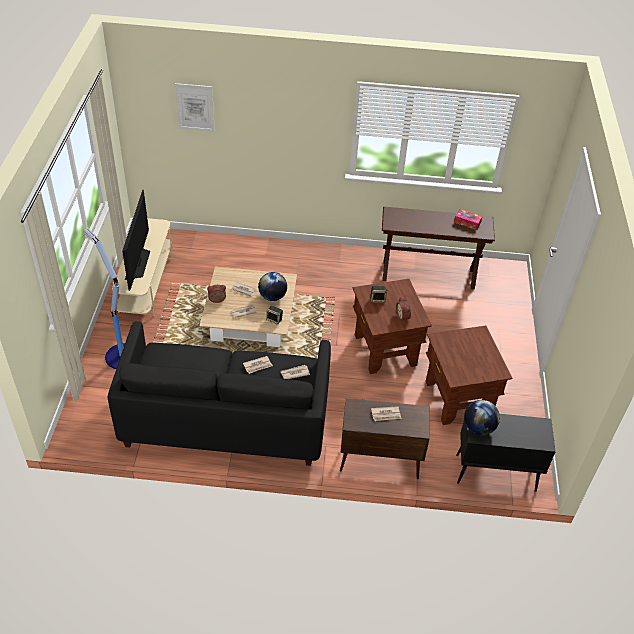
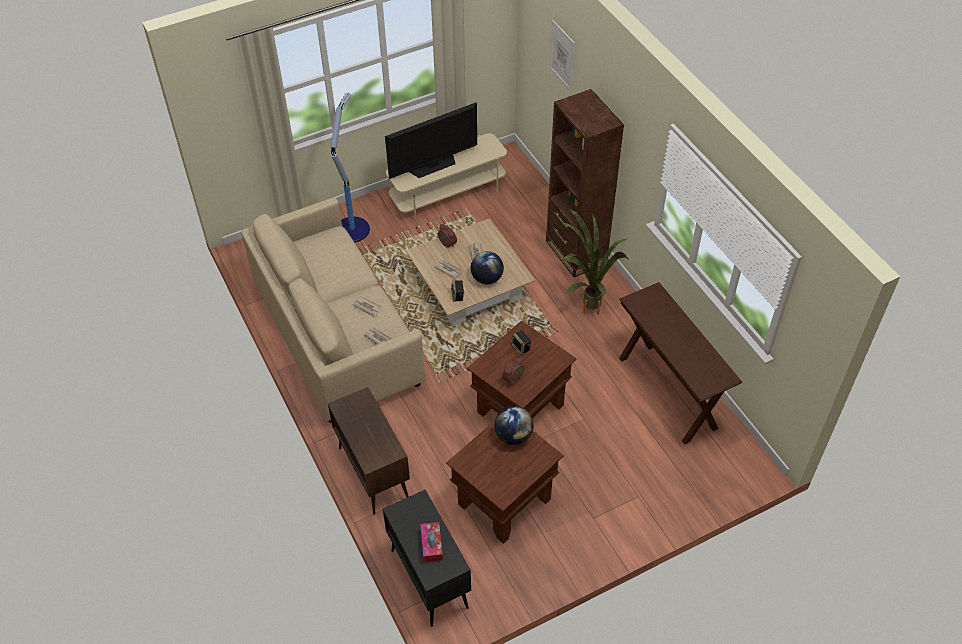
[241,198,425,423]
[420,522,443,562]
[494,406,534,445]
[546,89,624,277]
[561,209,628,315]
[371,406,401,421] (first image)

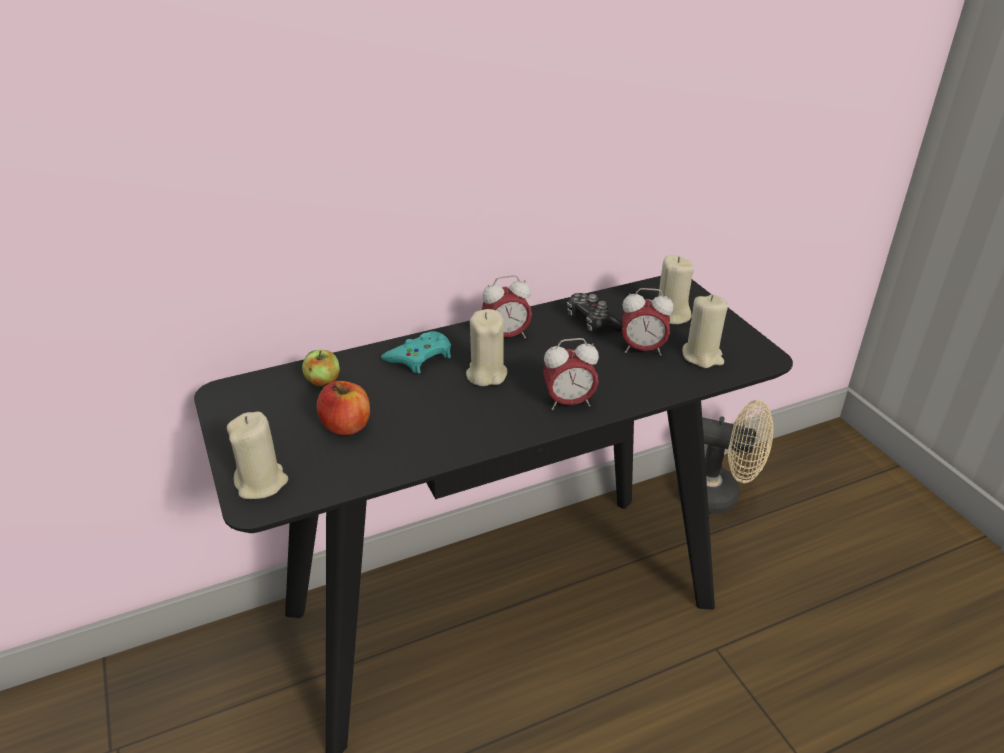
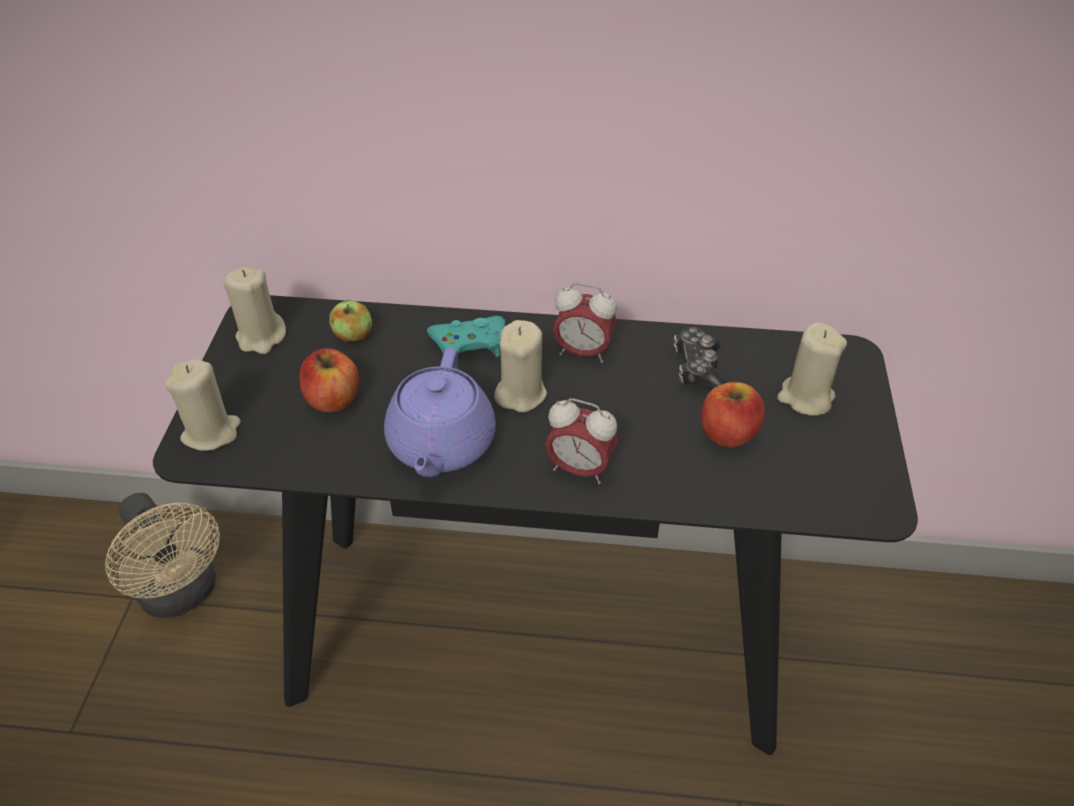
[105,493,220,618]
[224,266,286,354]
[384,348,496,477]
[701,382,765,447]

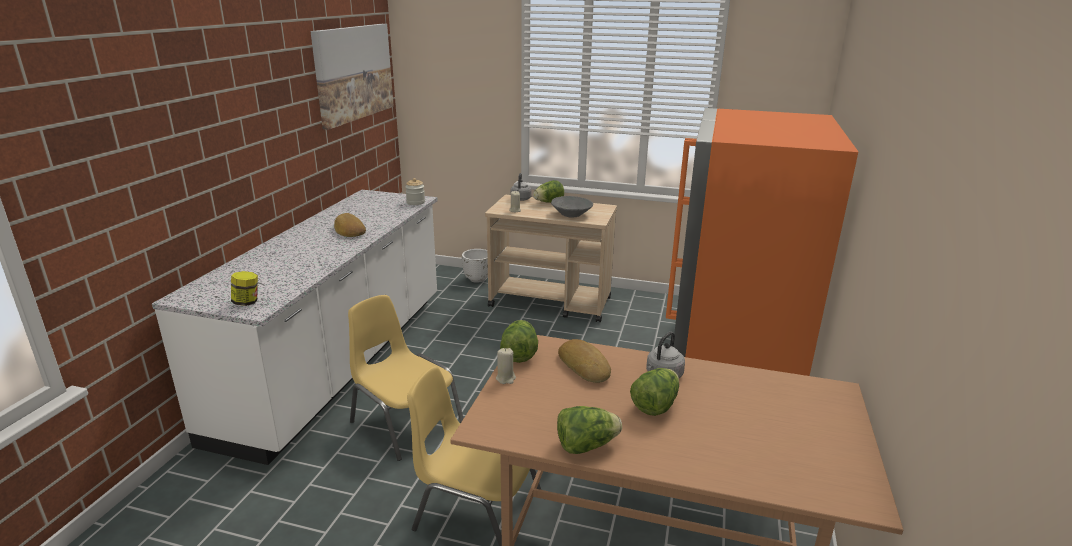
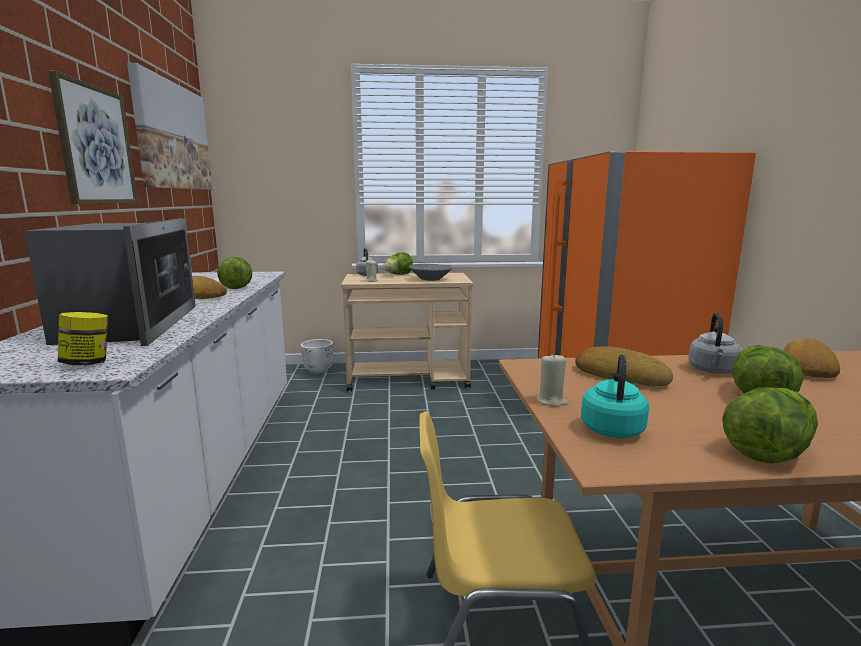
[24,218,196,346]
[48,71,138,204]
[217,257,252,289]
[581,354,649,438]
[783,338,840,378]
[348,295,464,461] (first image)
[405,178,425,205] (first image)

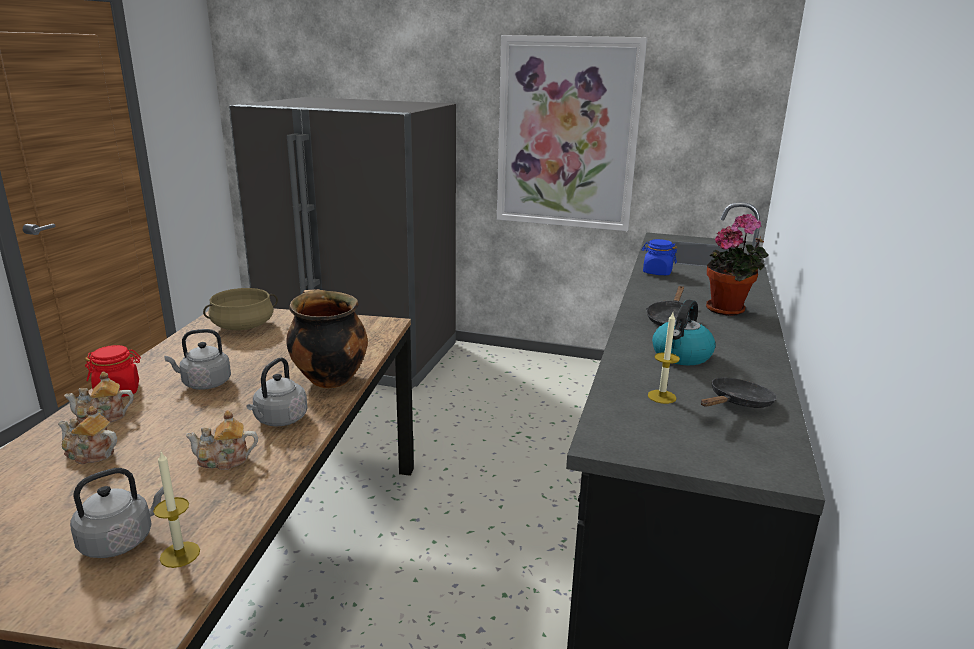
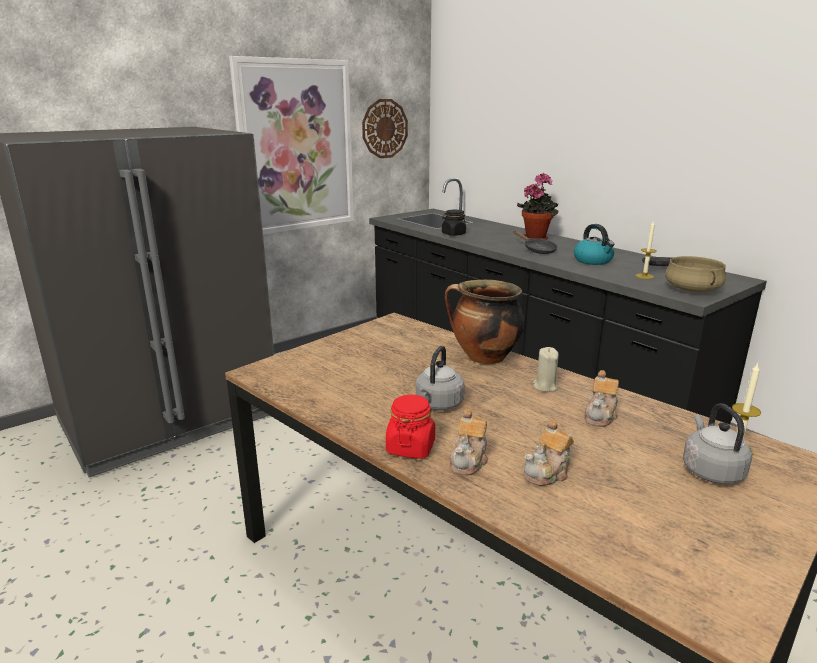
[362,99,408,158]
[442,210,466,236]
[533,347,559,392]
[665,256,726,293]

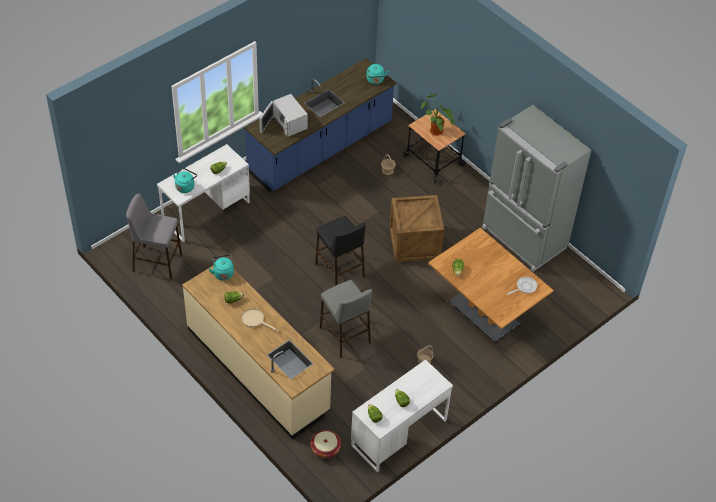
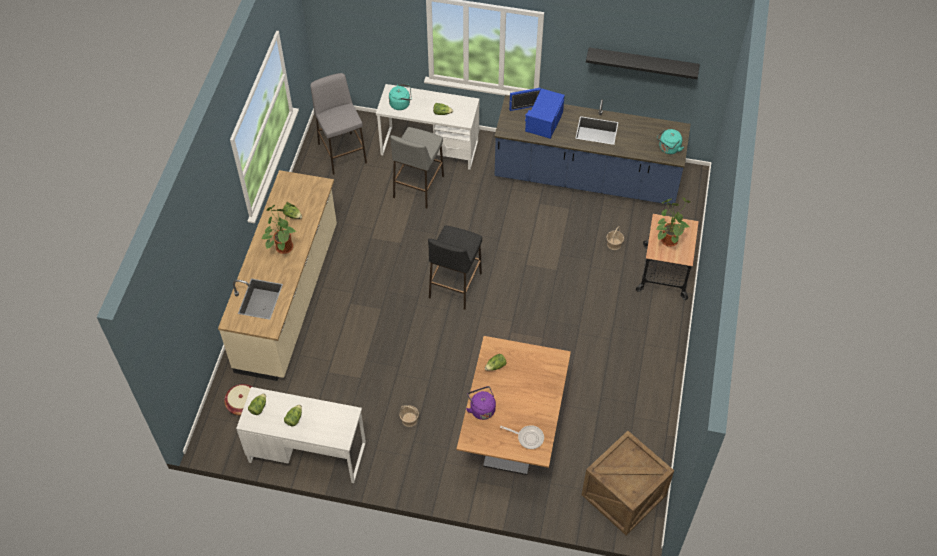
[261,202,296,254]
[390,127,444,208]
[466,386,496,420]
[509,88,565,139]
[582,431,674,535]
[586,47,700,79]
[209,254,234,281] (first image)
[482,105,591,272] (first image)

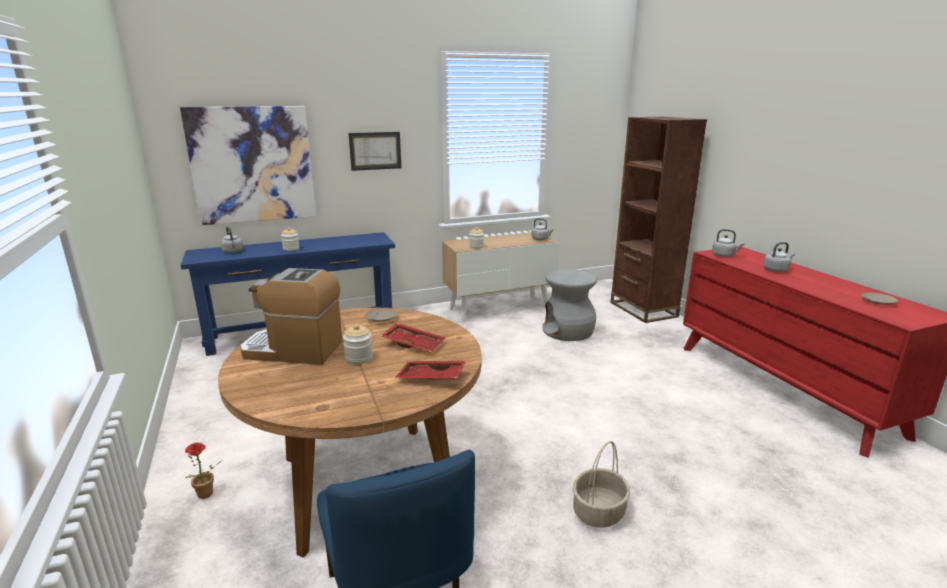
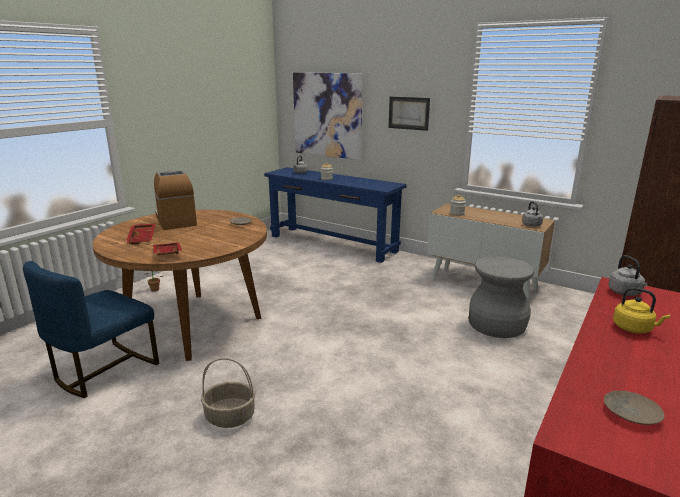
[126,223,156,245]
[613,287,670,334]
[343,324,373,364] (first image)

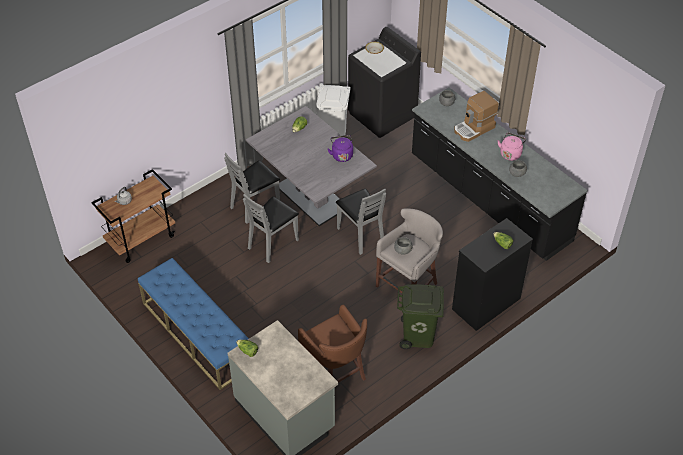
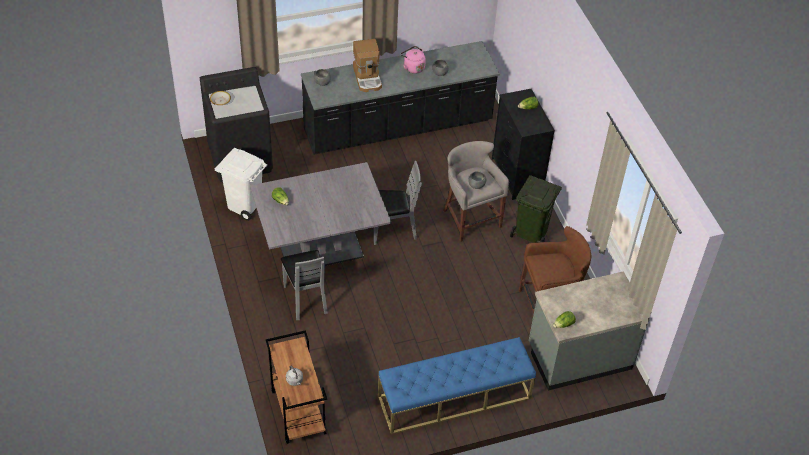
[243,194,299,263] (first image)
[328,135,353,162] (first image)

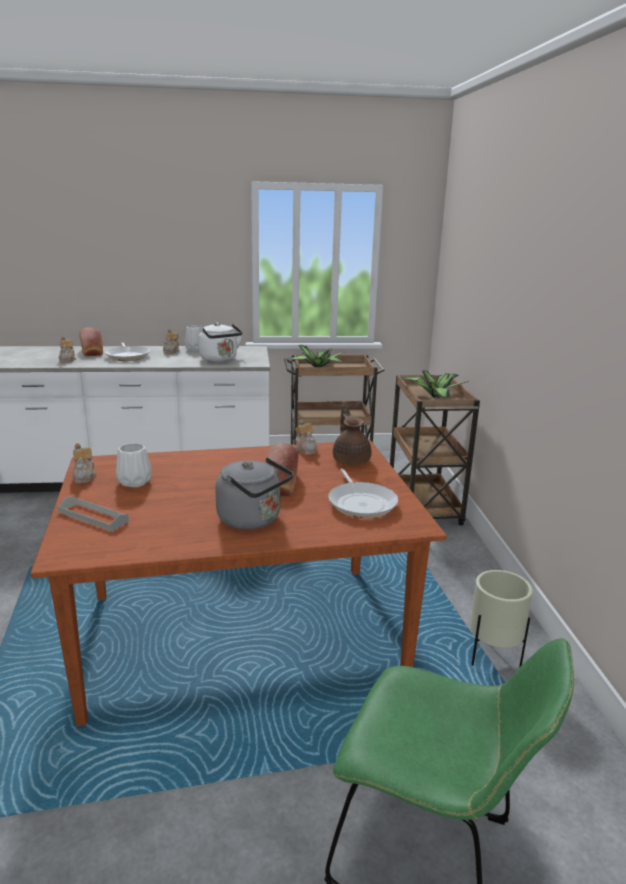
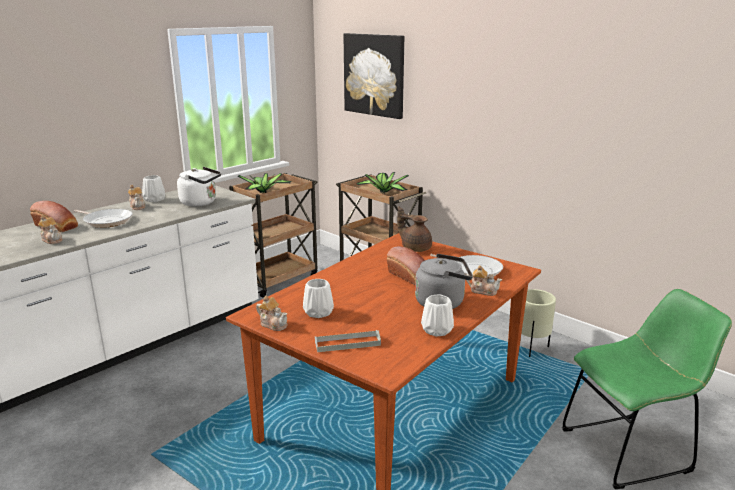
[344,33,404,119]
[421,294,454,336]
[466,265,502,296]

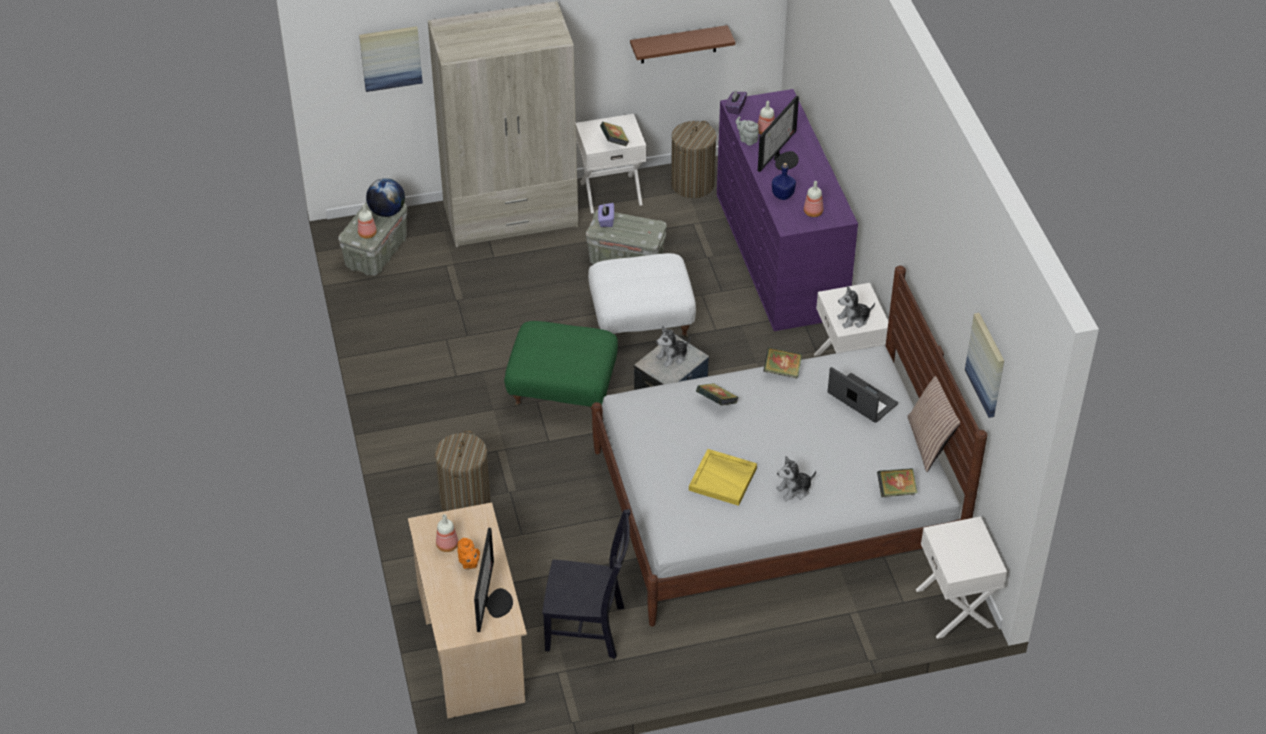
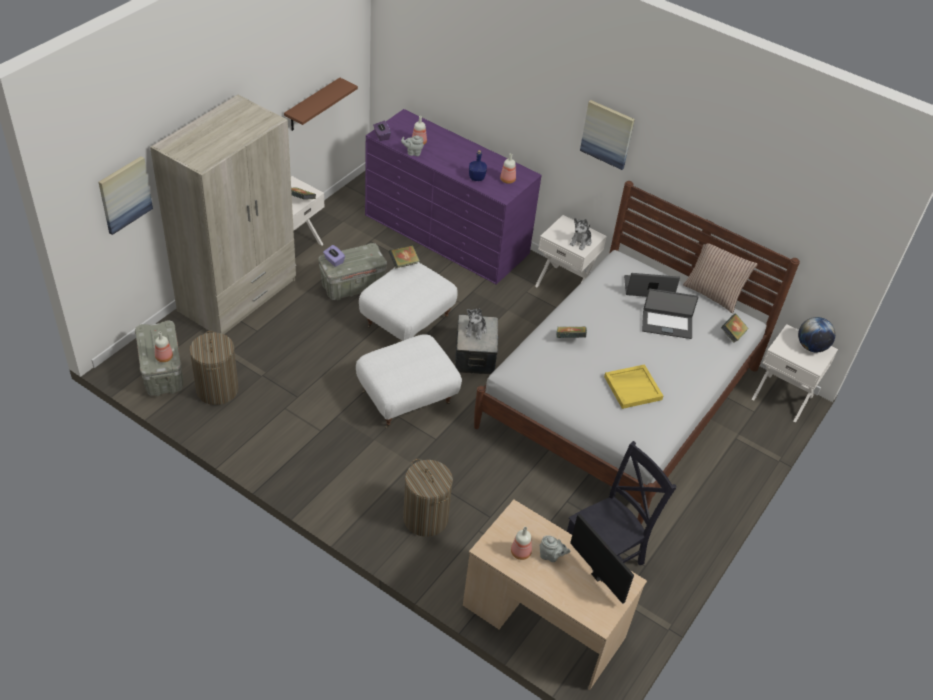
[189,331,238,405]
[356,334,462,428]
[389,245,420,268]
[540,535,570,562]
[580,100,635,170]
[642,288,699,339]
[798,317,835,352]
[758,96,799,172] (first image)
[776,456,816,501] (first image)

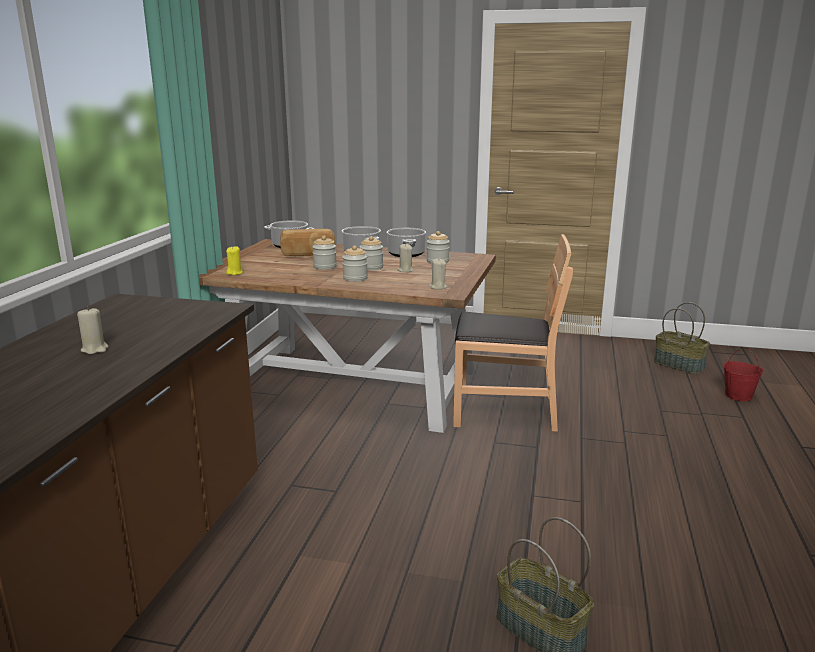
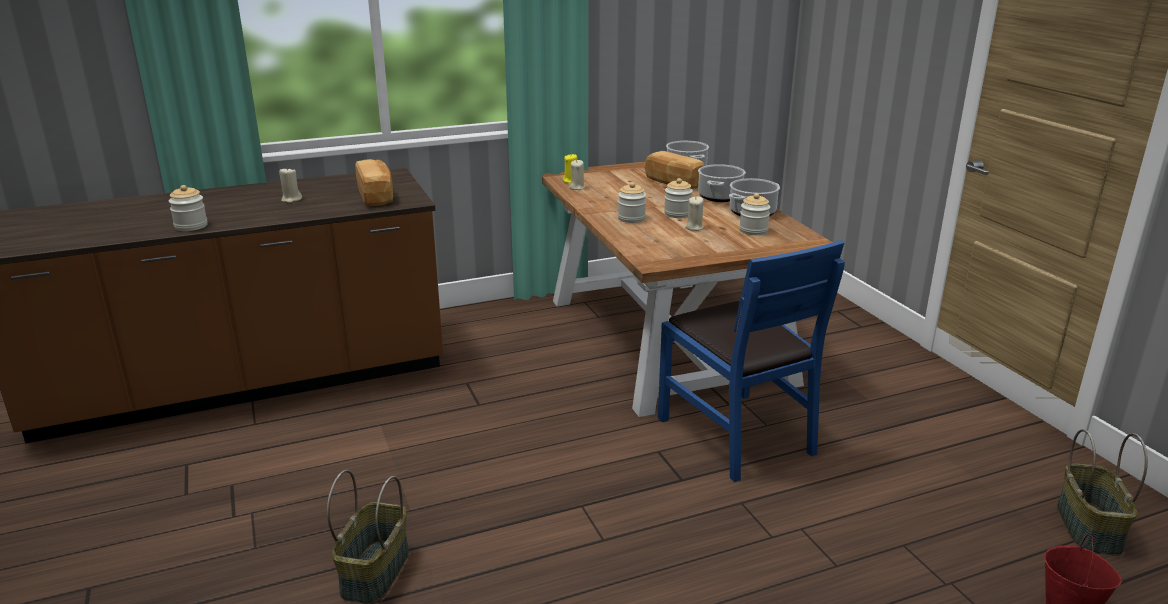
[169,185,208,231]
[355,159,393,207]
[569,160,585,190]
[658,240,845,482]

